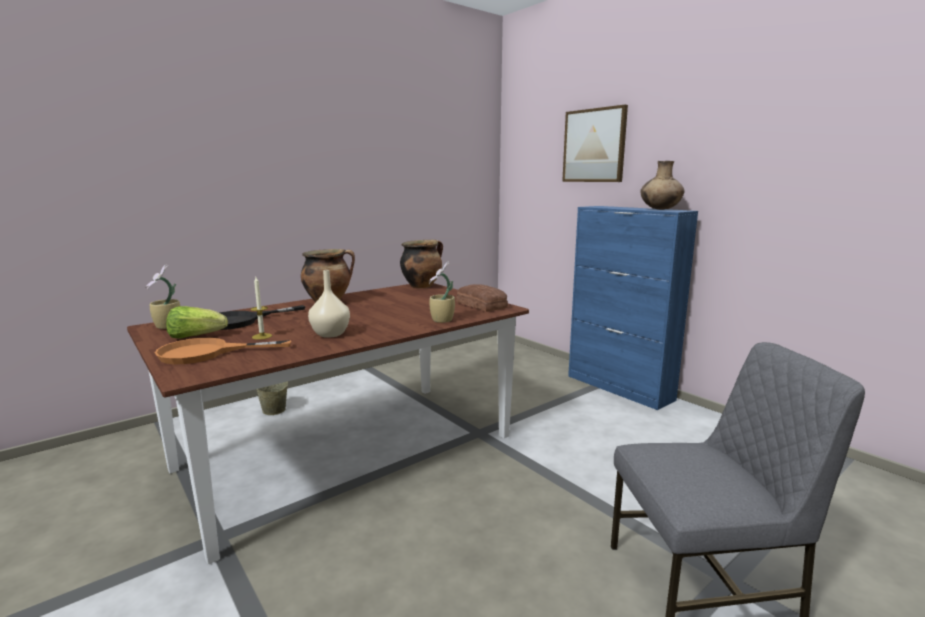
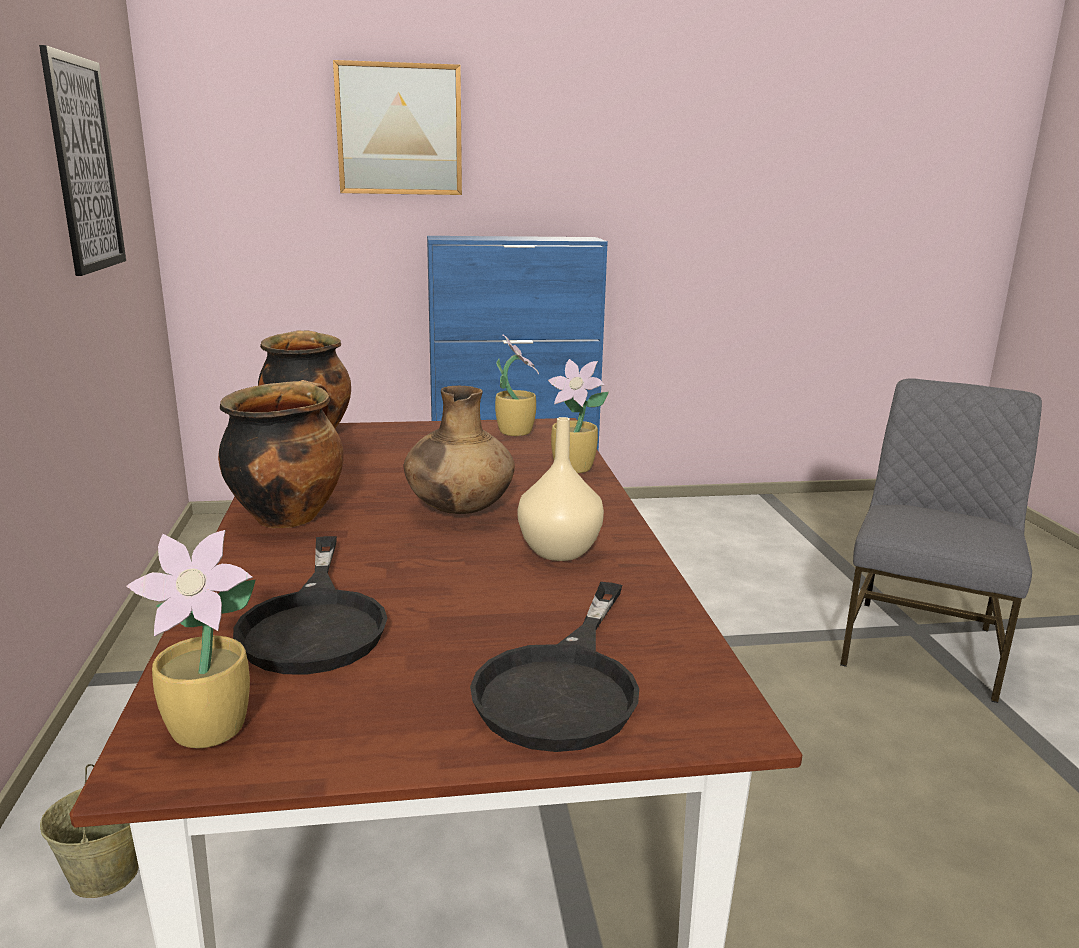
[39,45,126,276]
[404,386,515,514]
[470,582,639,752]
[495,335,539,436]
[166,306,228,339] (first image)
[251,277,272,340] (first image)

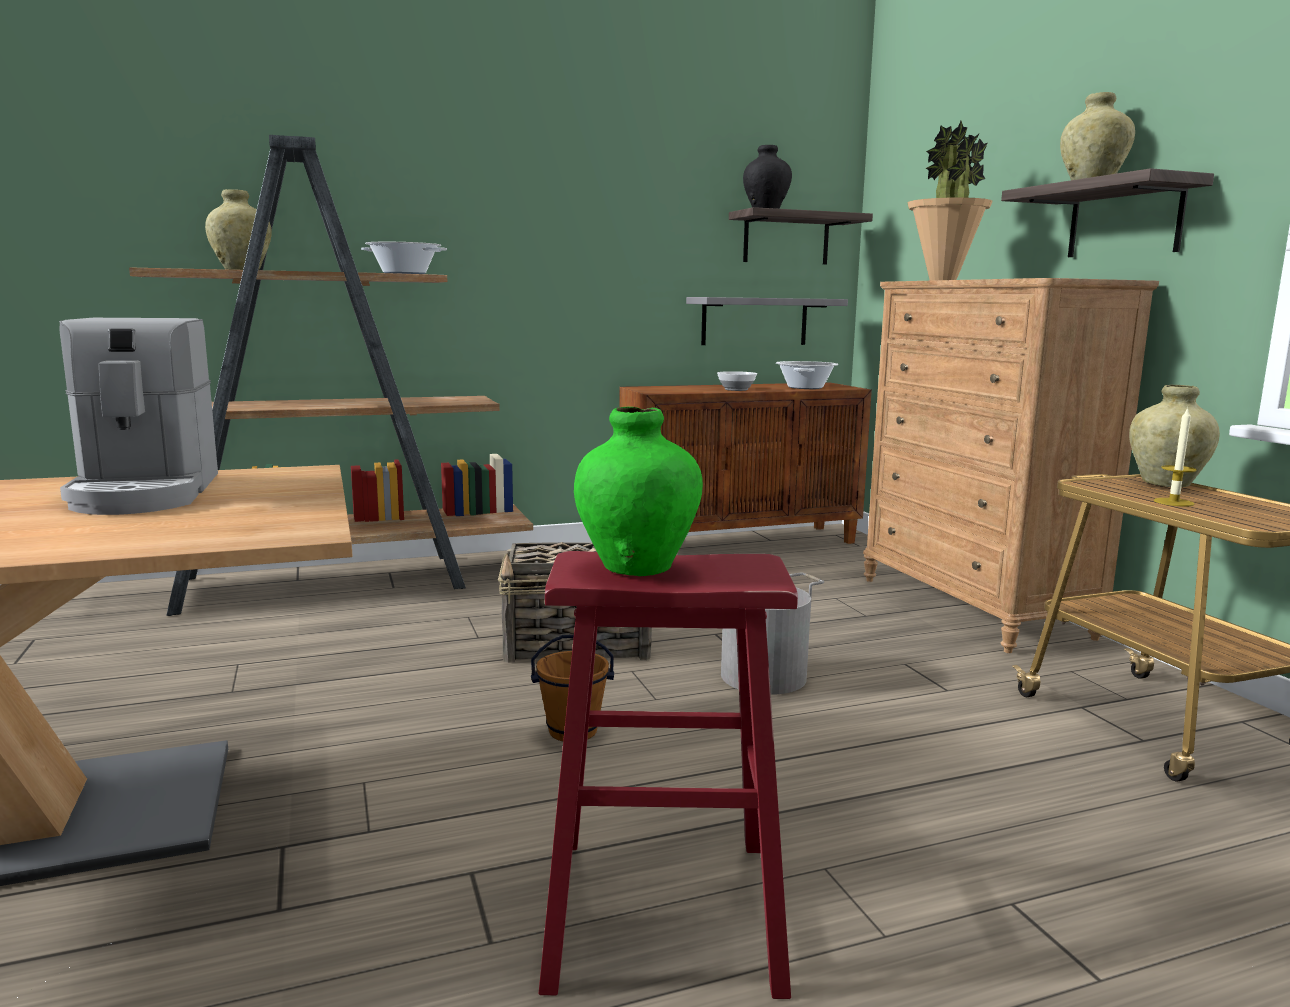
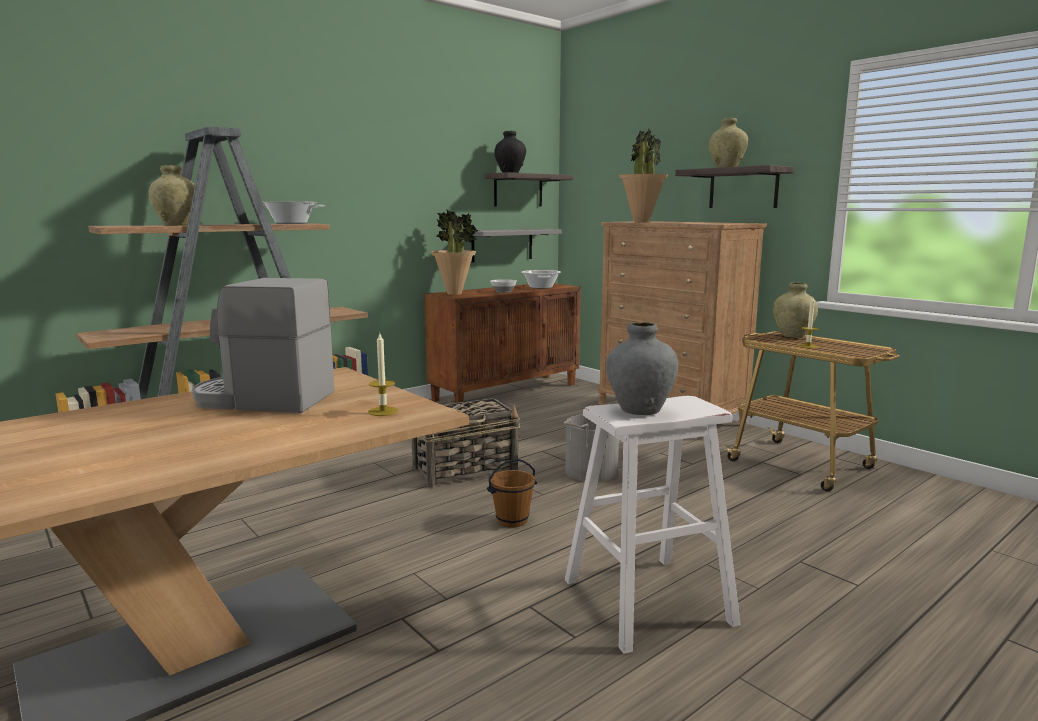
[192,278,335,413]
[368,333,398,416]
[431,209,479,295]
[565,396,741,654]
[606,322,678,415]

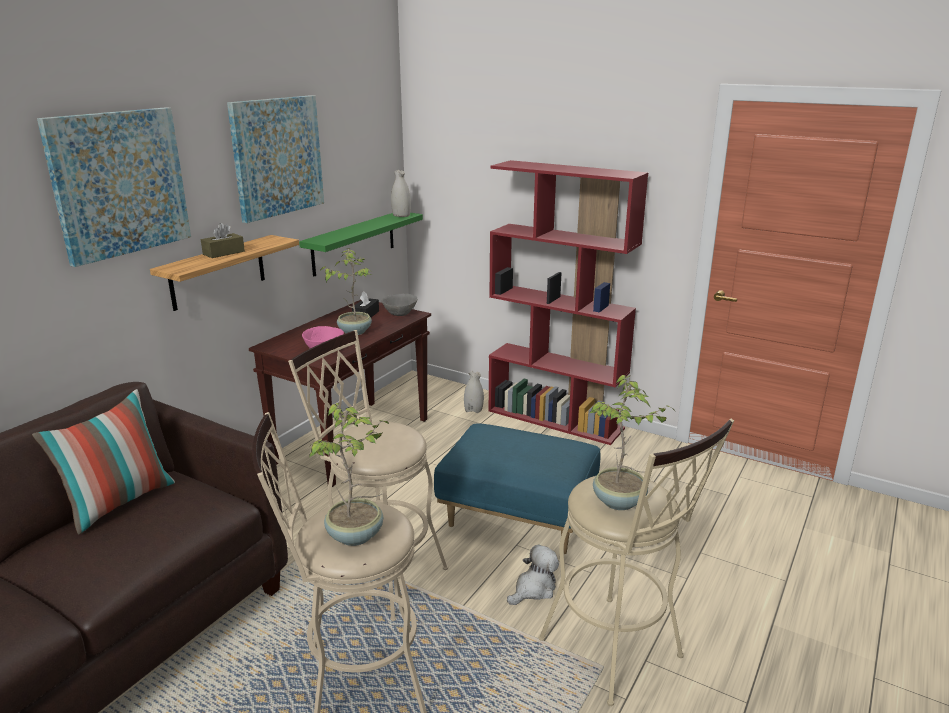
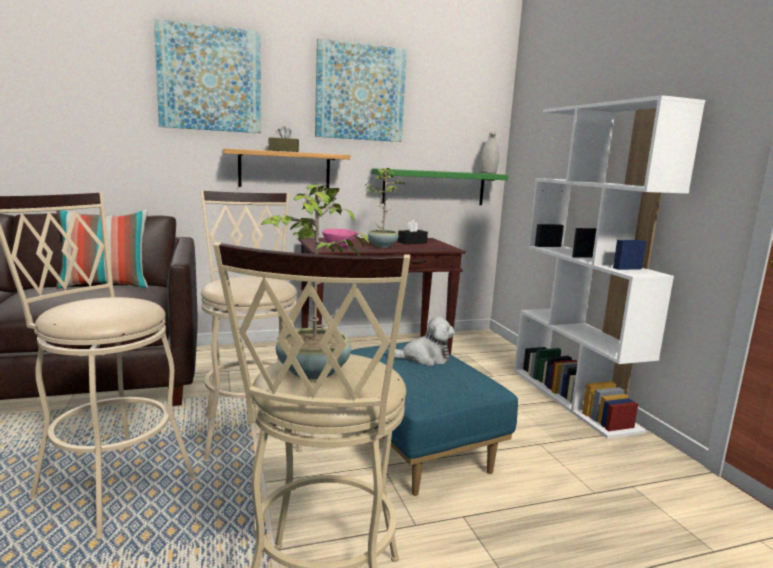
[388,316,455,366]
[514,95,705,439]
[309,402,389,546] (first image)
[382,293,417,316] (first image)
[464,371,484,413] (first image)

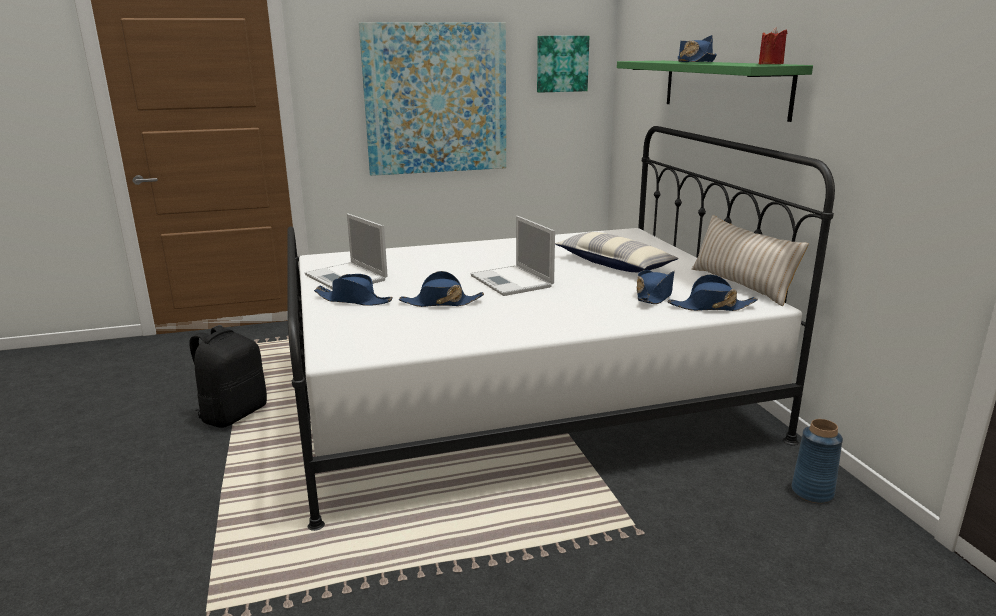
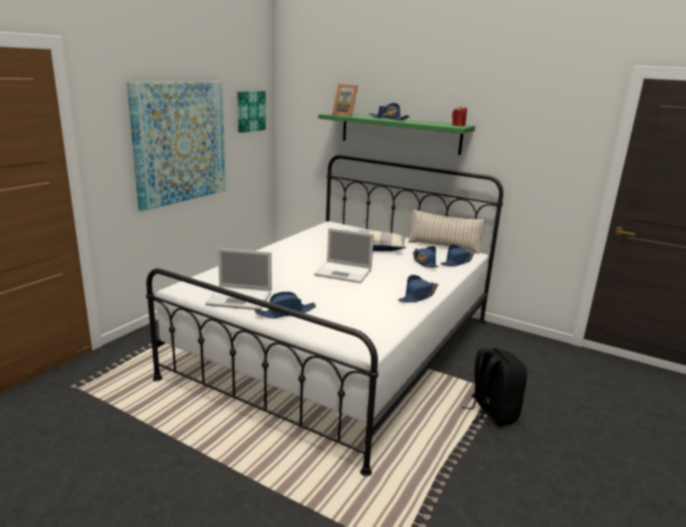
[332,84,358,117]
[398,275,438,303]
[462,348,527,426]
[791,419,843,503] (first image)

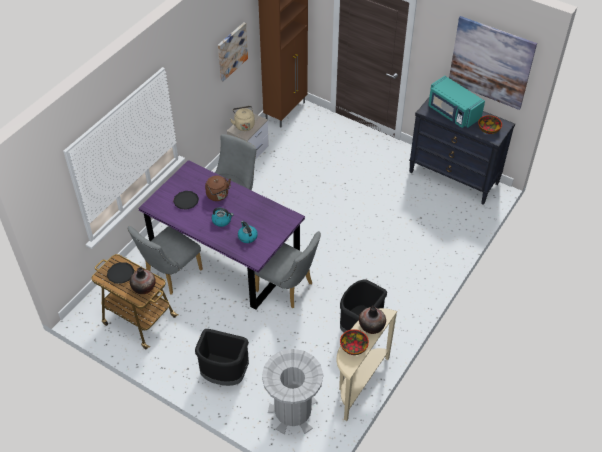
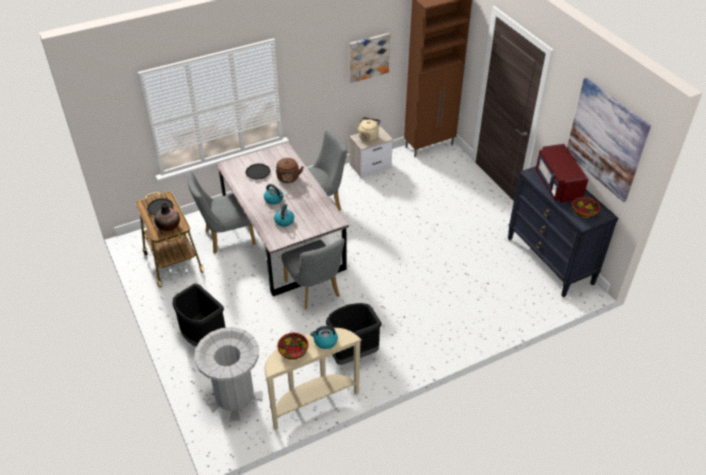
[216,142,349,297]
[310,326,338,349]
[536,144,588,204]

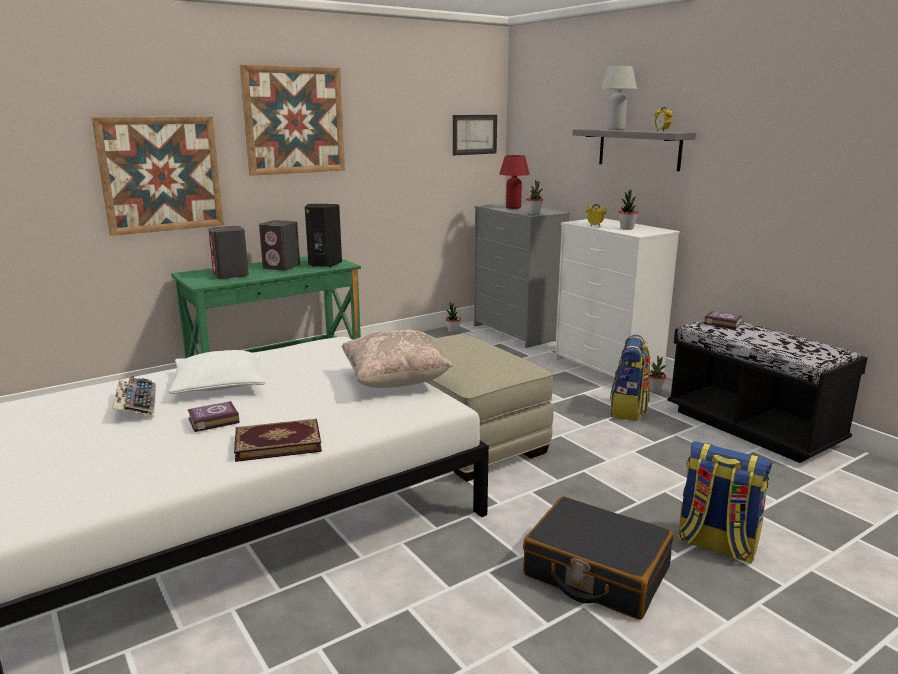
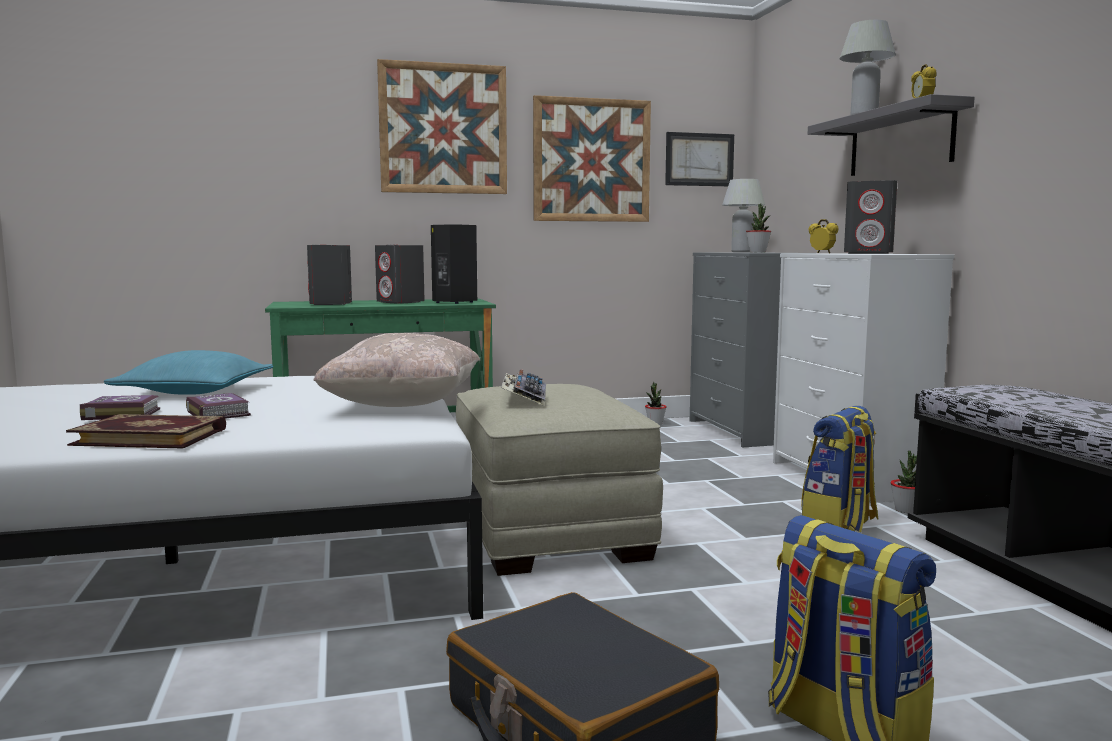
[104,350,273,395]
[186,393,251,419]
[501,369,546,406]
[533,95,651,222]
[722,179,765,252]
[844,180,897,254]

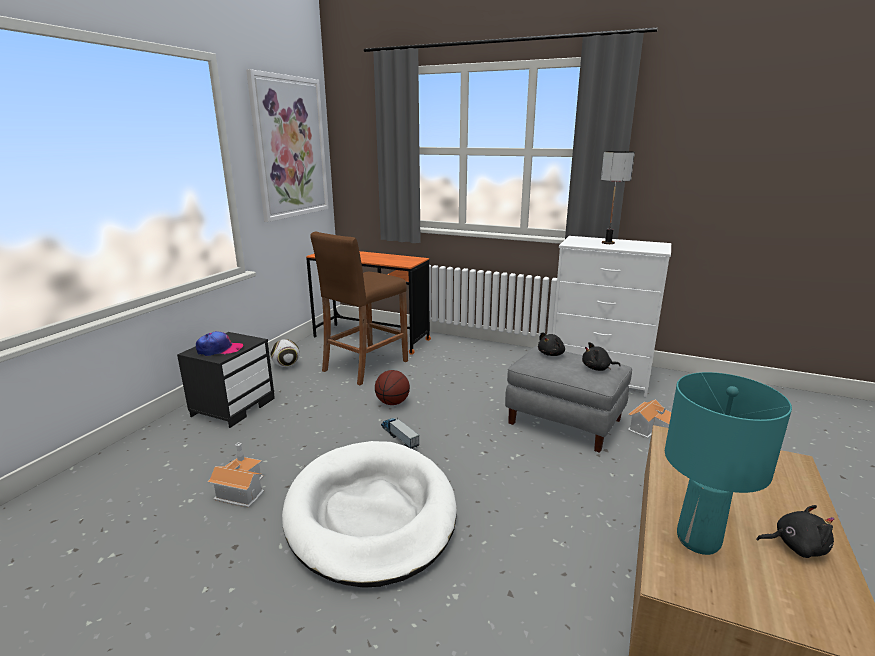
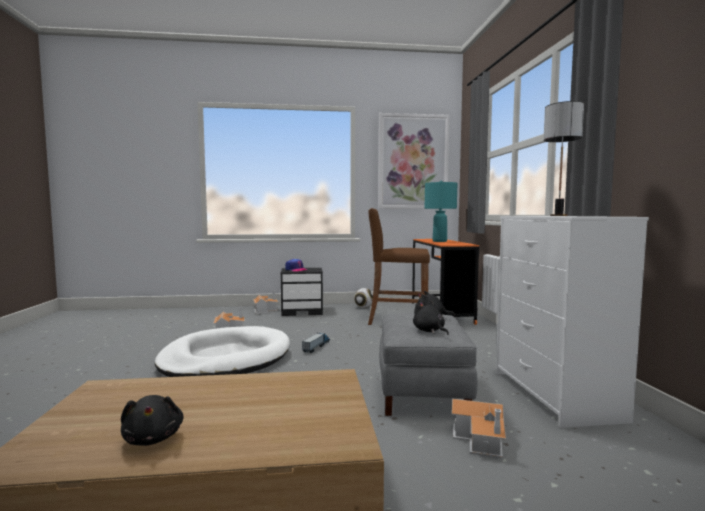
[253,291,278,314]
[425,181,457,242]
[375,370,410,405] (first image)

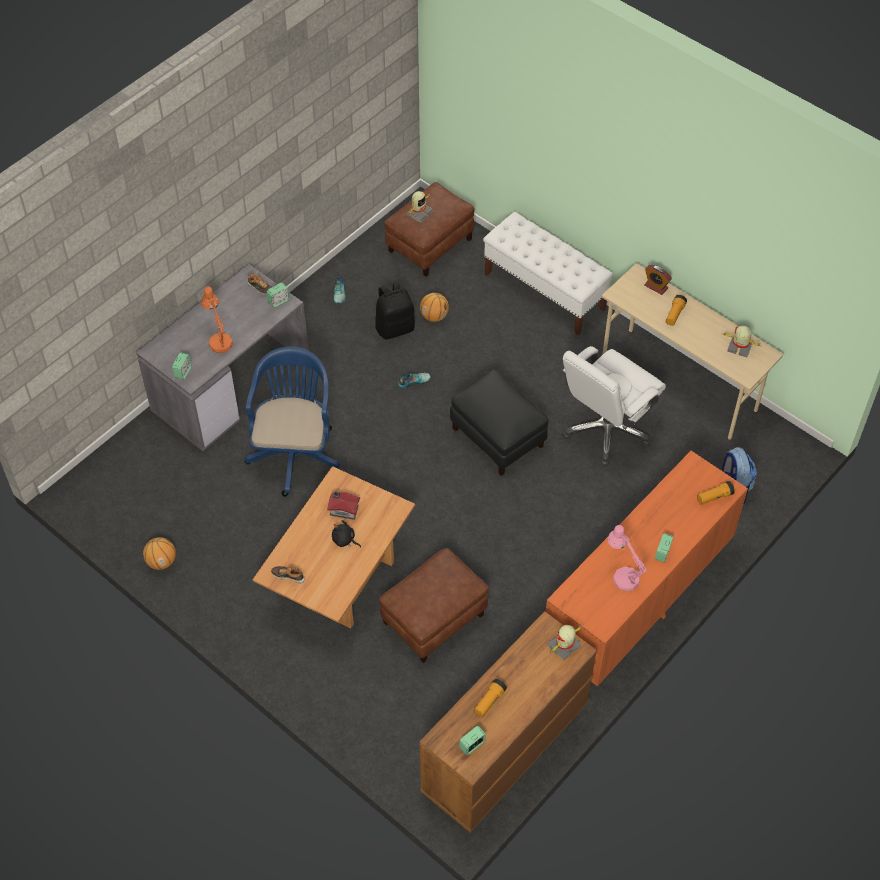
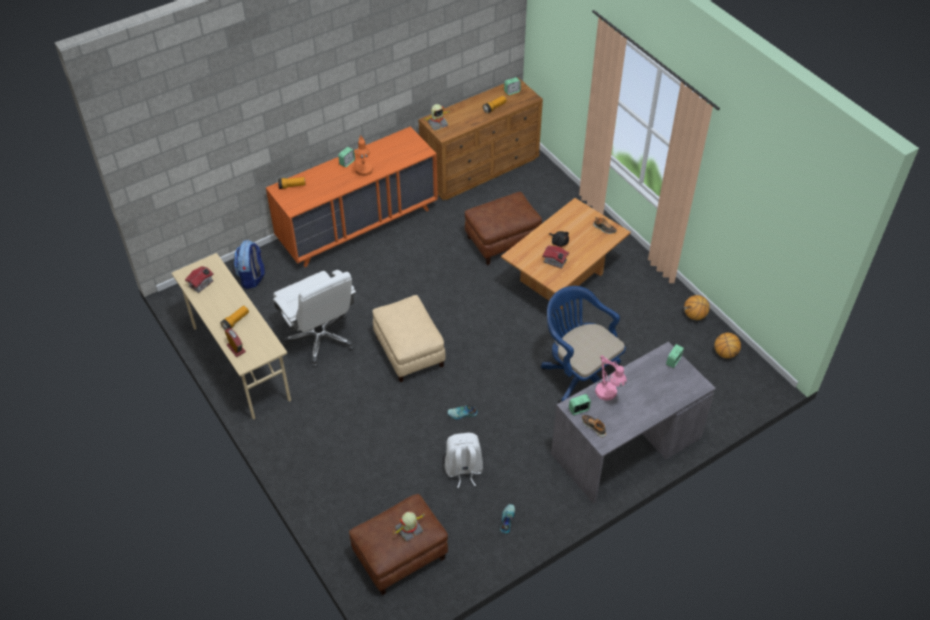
[185,266,214,293]
[273,270,356,368]
[355,135,373,176]
[372,295,445,382]
[445,433,483,488]
[541,286,626,403]
[595,355,627,401]
[714,333,741,358]
[483,212,613,335] (first image)

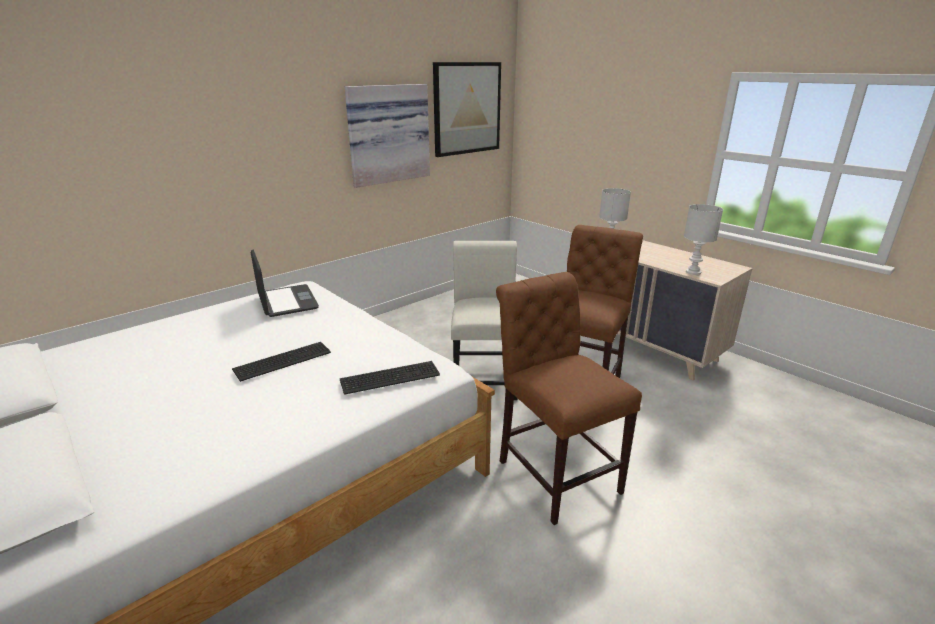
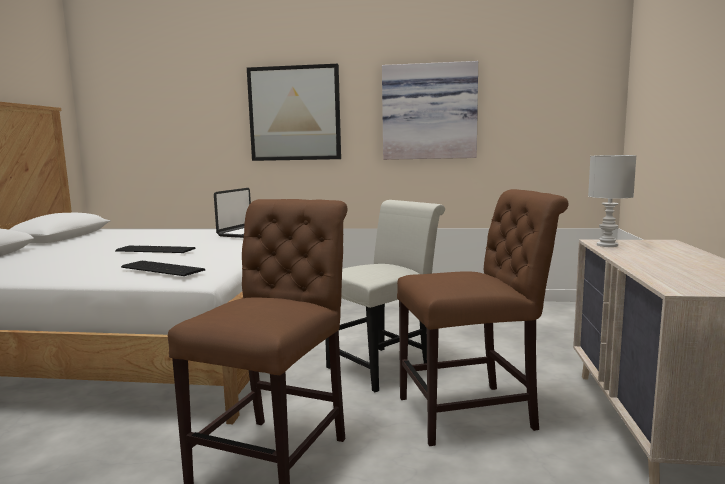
[247,64,341,161]
[684,204,723,275] (first image)

